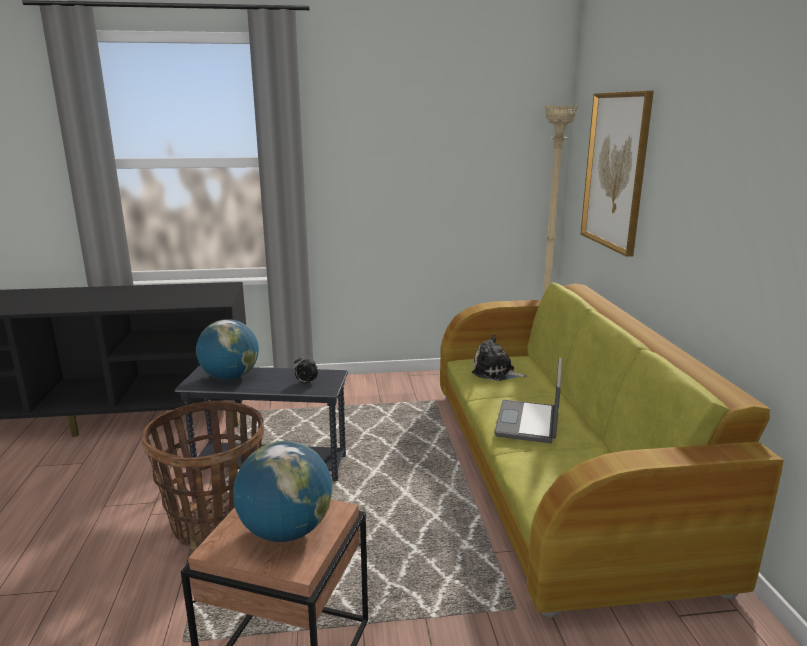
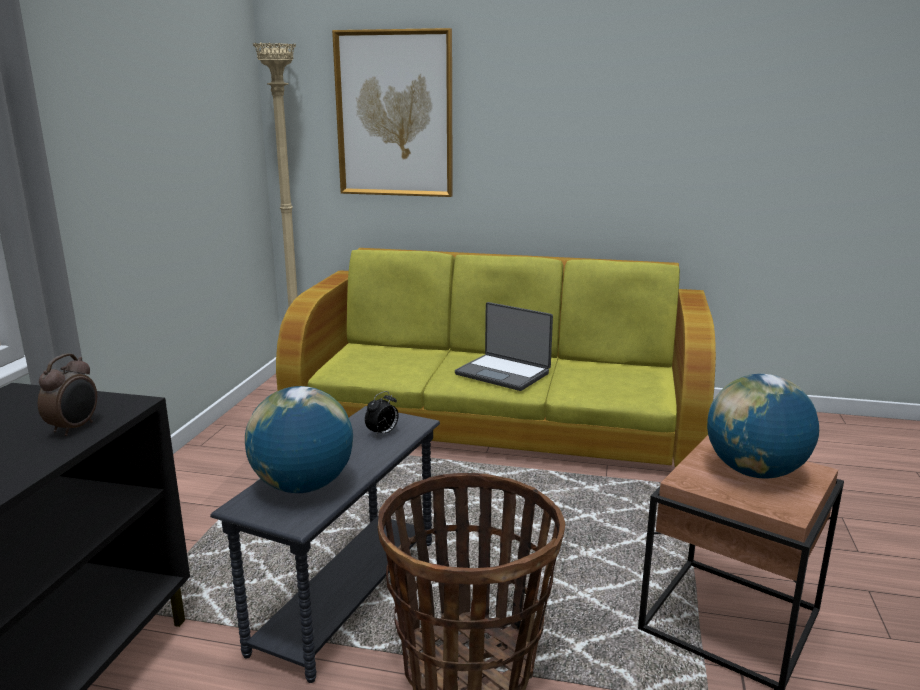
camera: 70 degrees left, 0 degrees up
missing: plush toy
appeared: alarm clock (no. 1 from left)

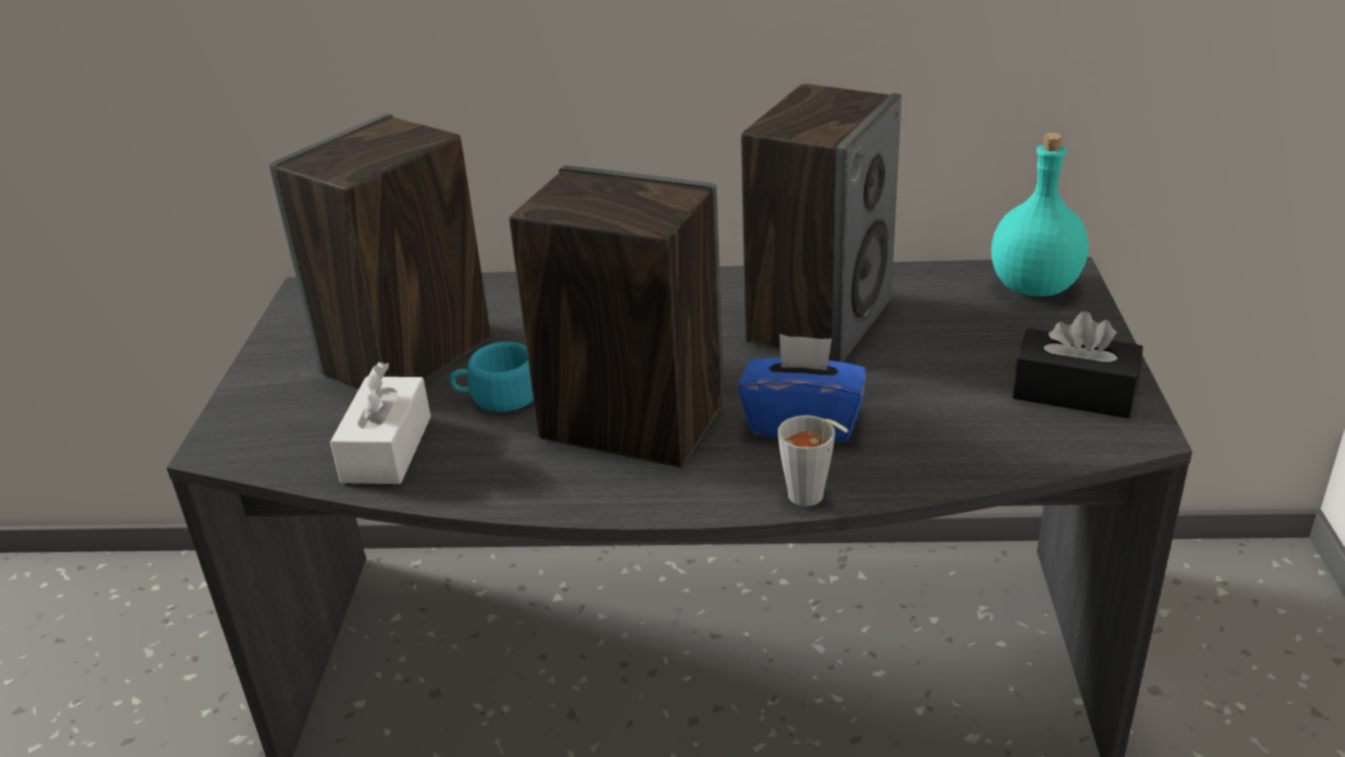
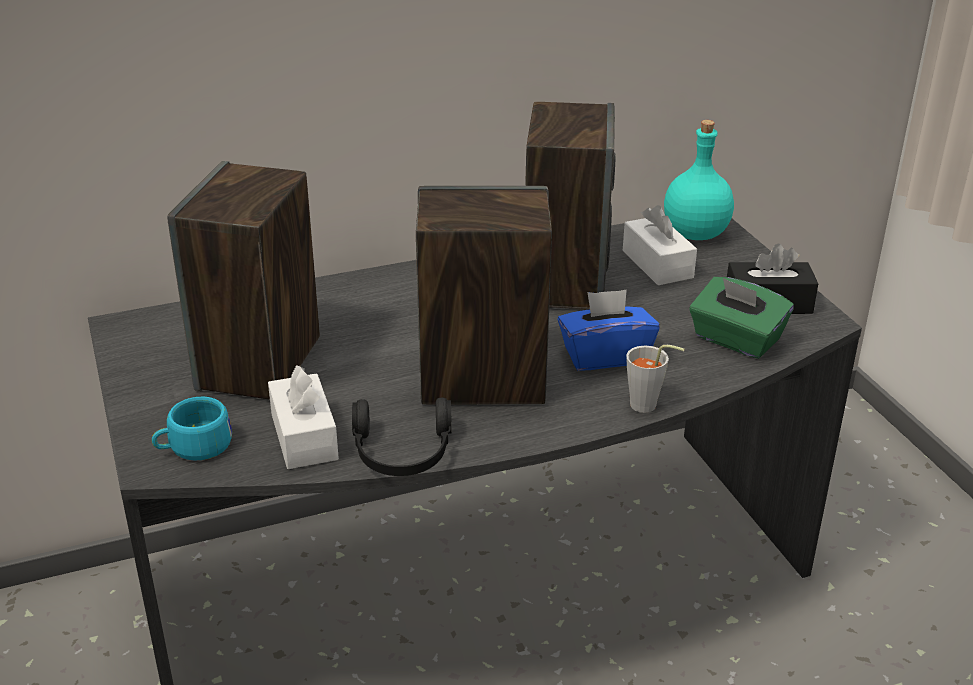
camera: 25 degrees left, 0 degrees up
appeared: headphones/black; tissue box/white (no. 2 from left); tissue box/green
relocated: cup/turquoise

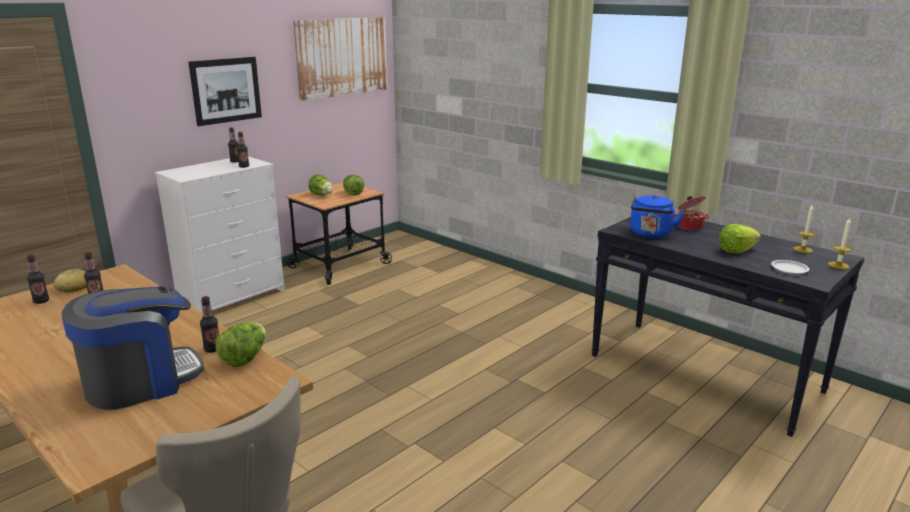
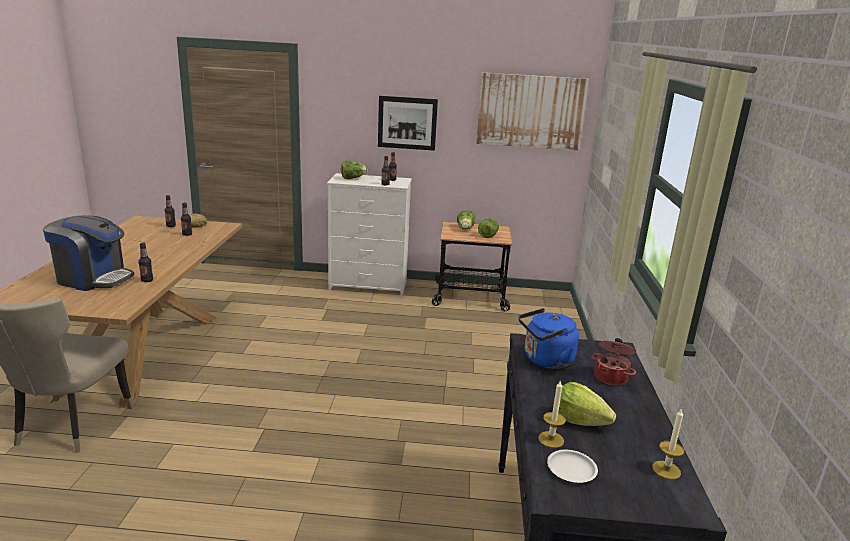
camera: 50 degrees right, 0 degrees up
relocated: lettuce (no. 1 from left); candle (no. 2 from left in the first image) to candle (no. 1 from left)

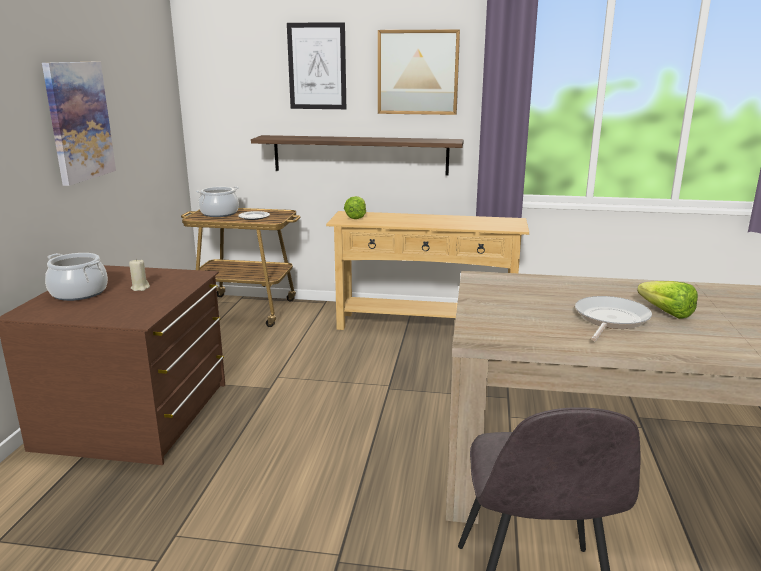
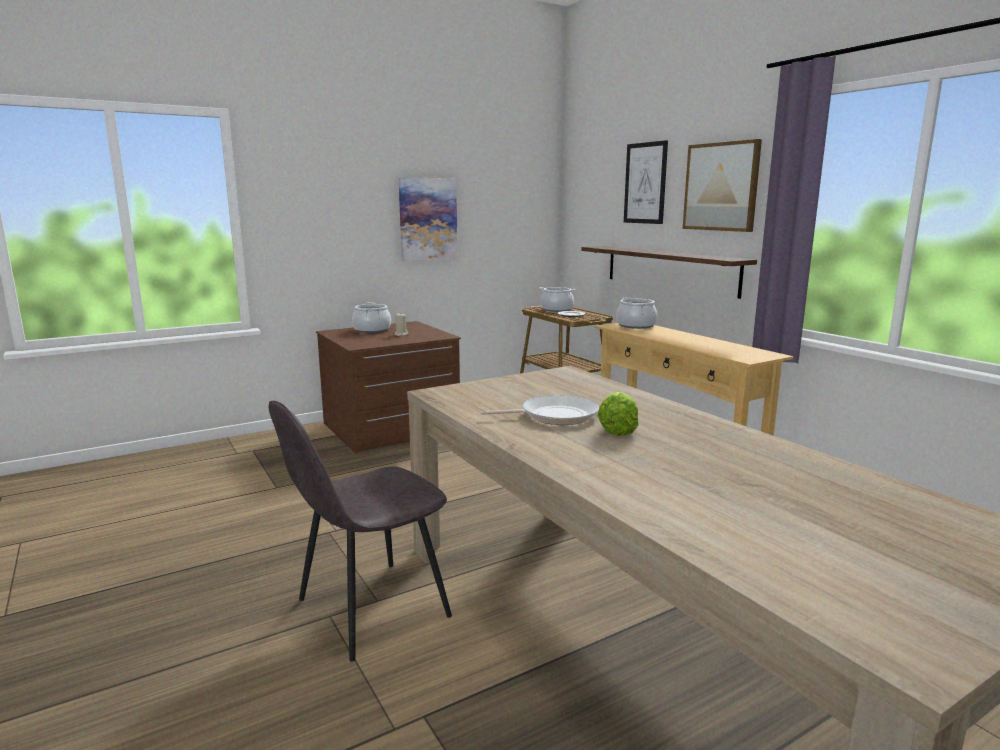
camera: 50 degrees right, 5 degrees down
exchanged: lettuce (no. 1 from left) to cooking pot (no. 3 from left)

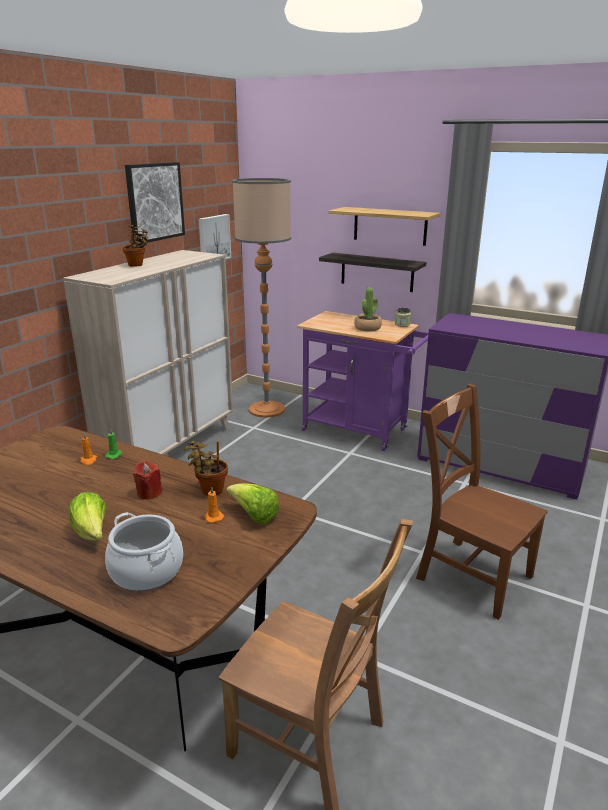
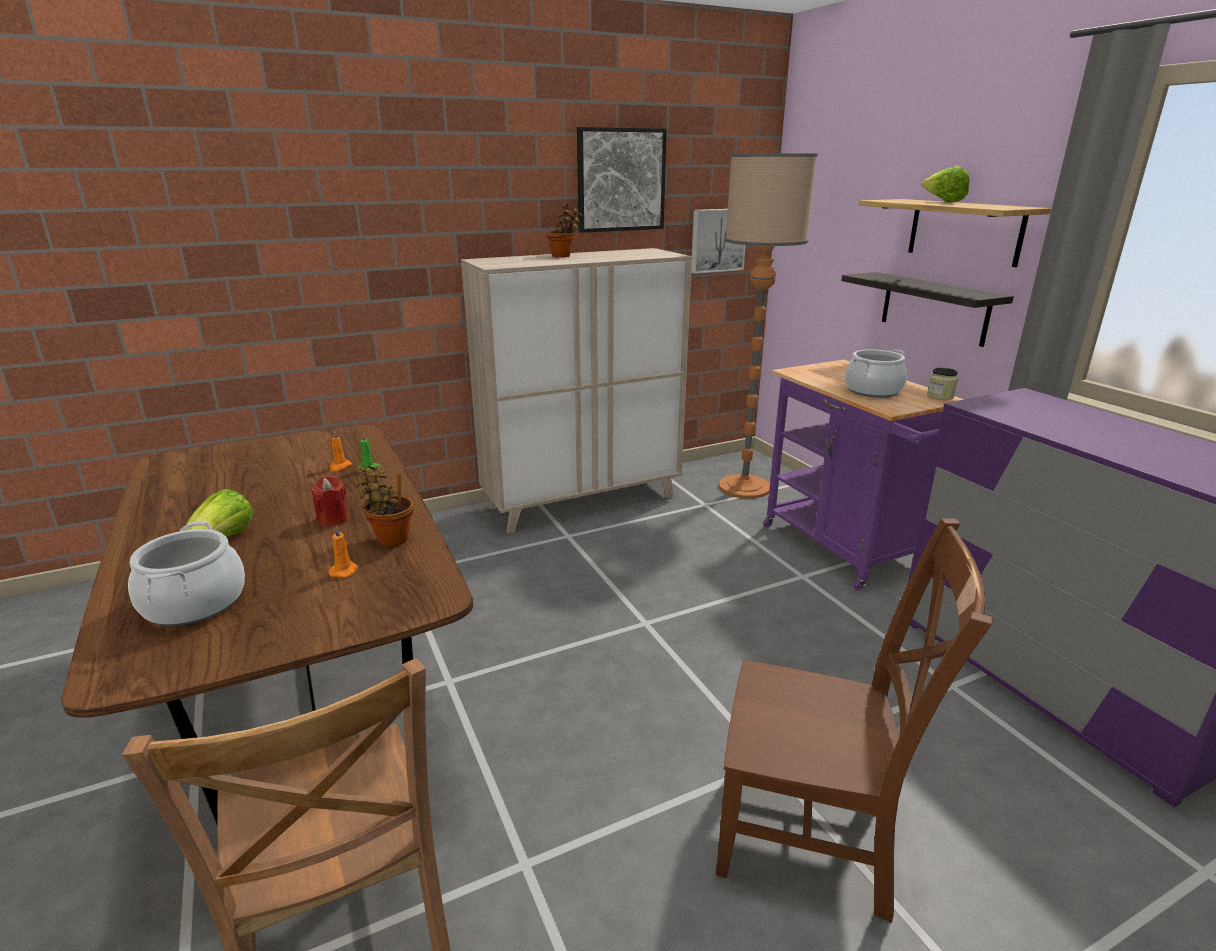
camera: 35 degrees right, 0 degrees up
relocated: lettuce (no. 2 from left)
exchanged: potted plant (no. 3 from left) to cooking pot (no. 2 from left)
spun: chair/brown (no. 2 from left) 120 degrees clockwise

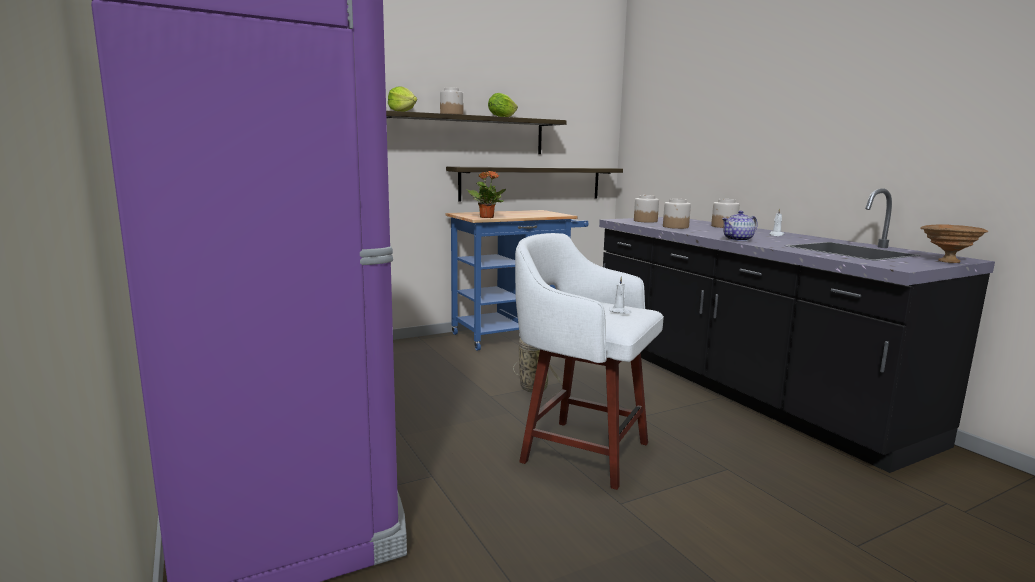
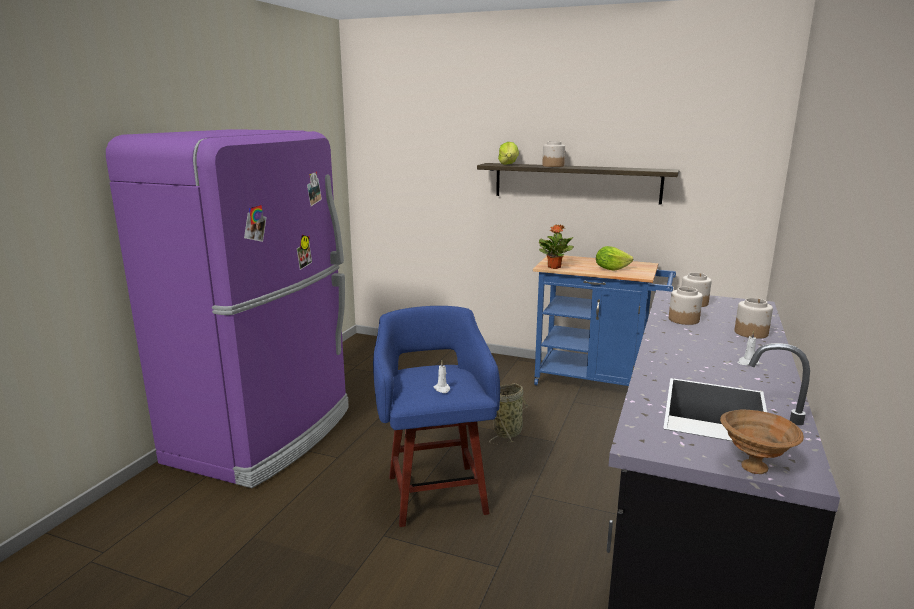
camera: 50 degrees right, 5 degrees up
missing: shelf (no. 2 from left); teapot
relocated: lettuce (no. 2 from left)
colour: stool/white to stool/blue

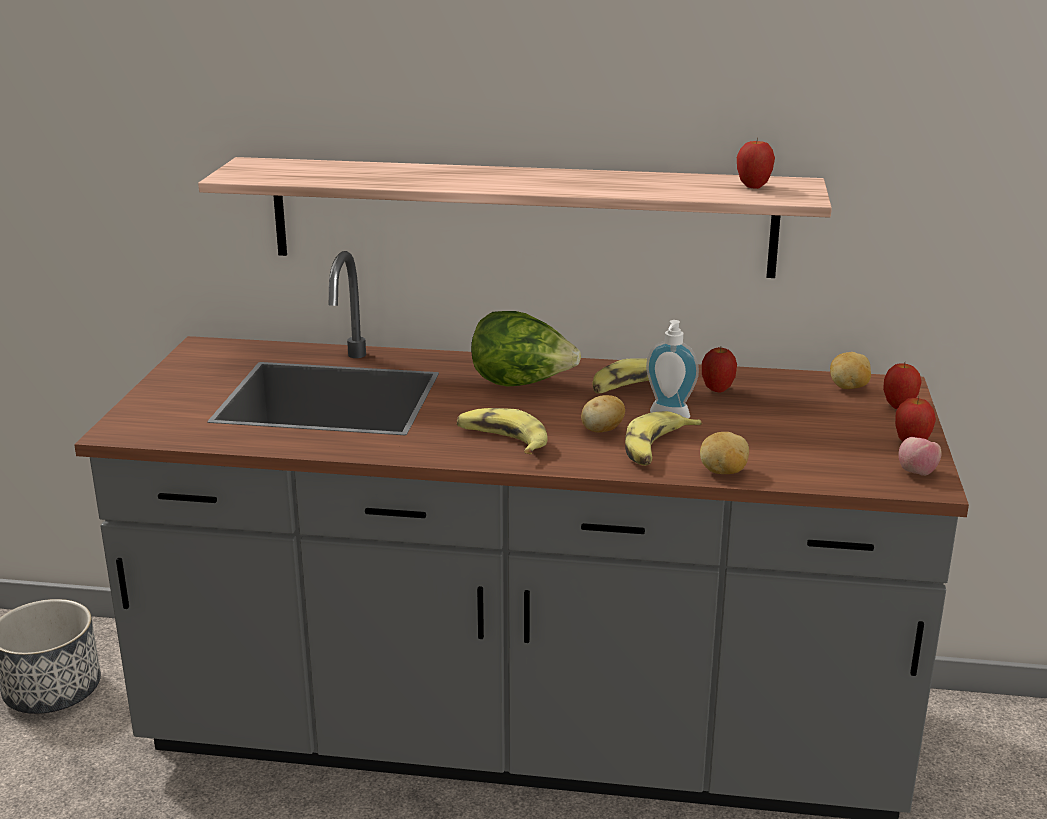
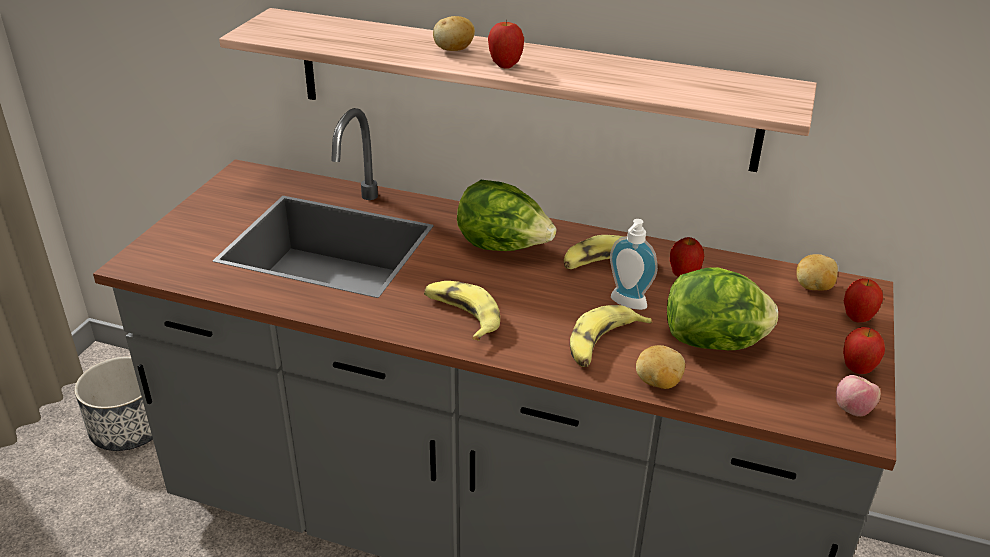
camera: 10 degrees right, 10 degrees up
appeared: lettuce (no. 2 from left)
relocated: potato (no. 1 from left); apple (no. 2 from left in the first image) to apple (no. 1 from left)

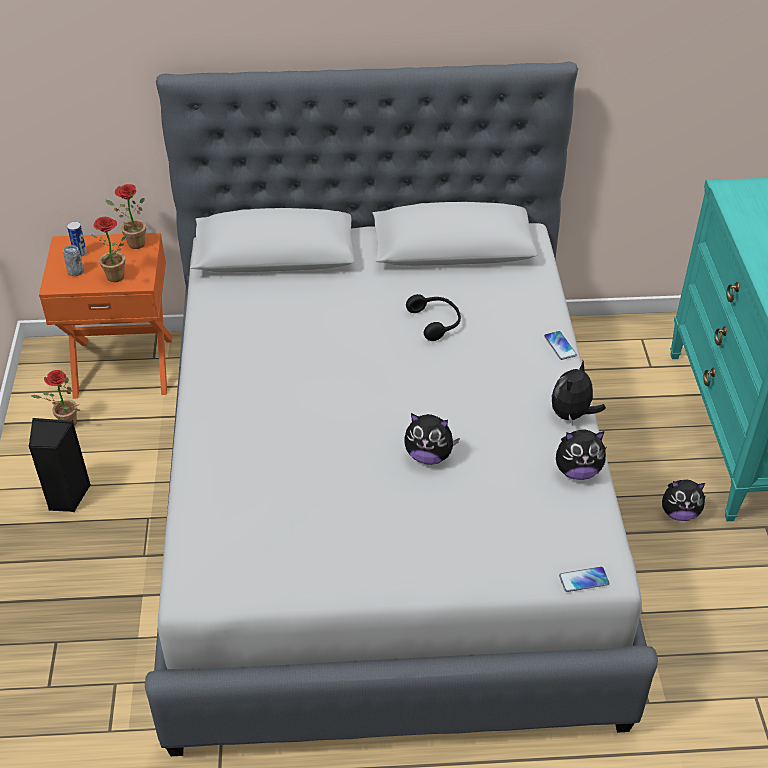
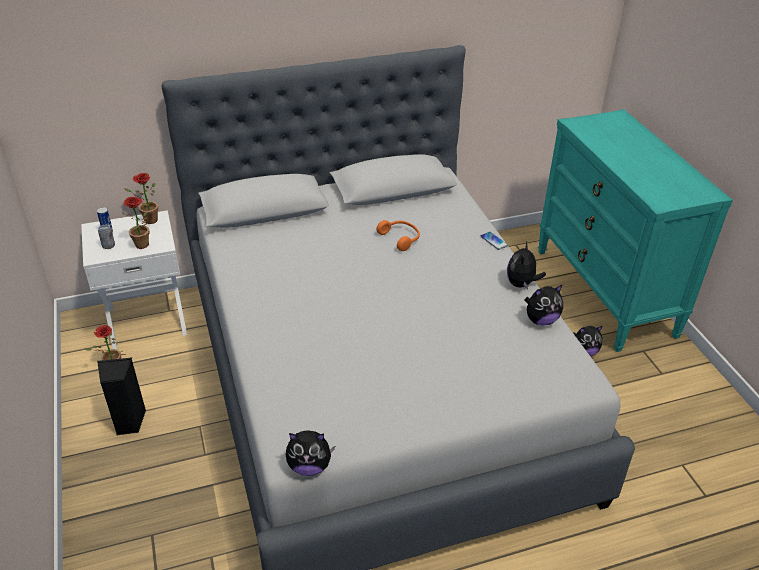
camera: 15 degrees left, 5 degrees down
missing: phone (no. 2 from left)
relocated: plush toy (no. 1 from left)
colour: nightstand/orange to nightstand/white; headphones/black to headphones/orange

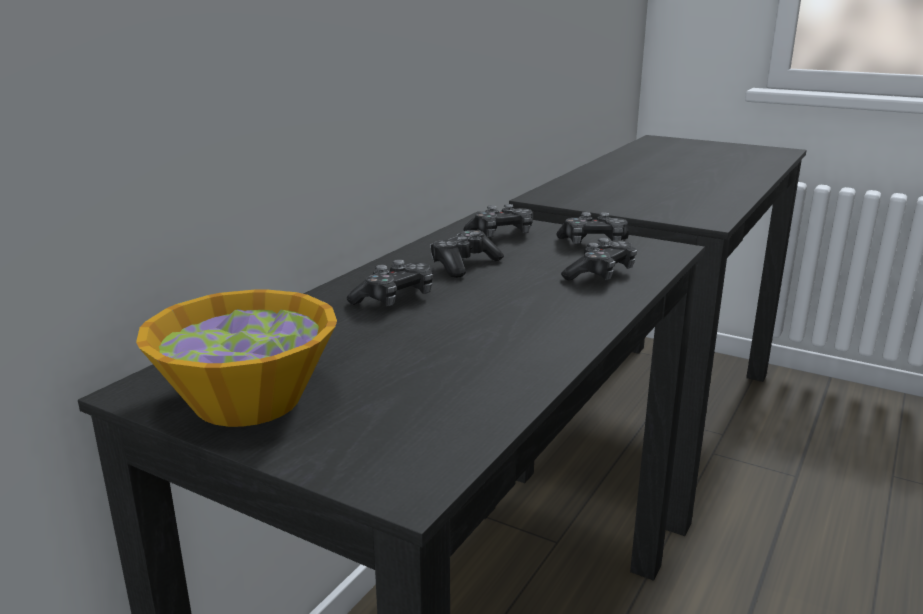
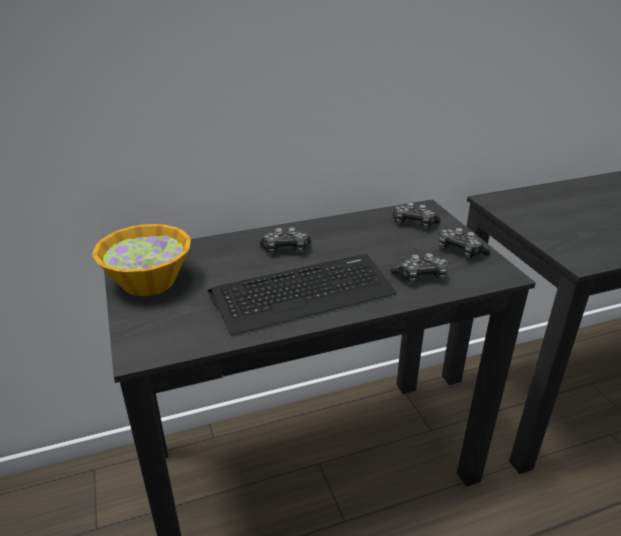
camera: 40 degrees right, 10 degrees up
missing: game controller (no. 2 from left)
appeared: keyboard

